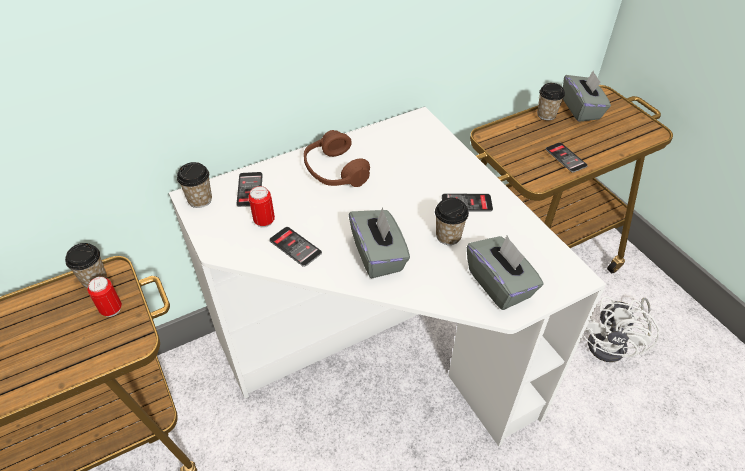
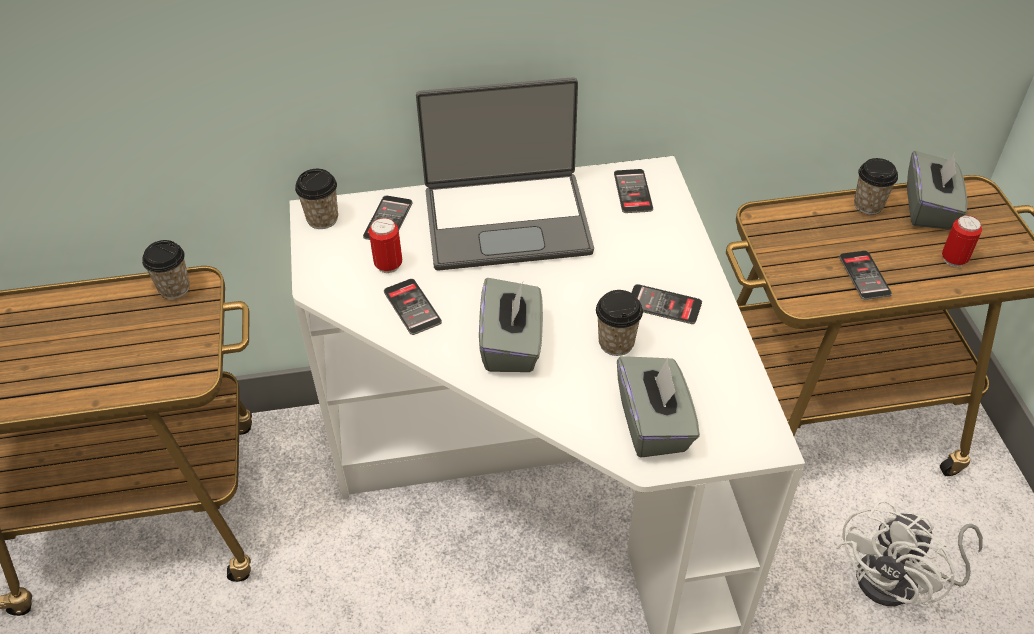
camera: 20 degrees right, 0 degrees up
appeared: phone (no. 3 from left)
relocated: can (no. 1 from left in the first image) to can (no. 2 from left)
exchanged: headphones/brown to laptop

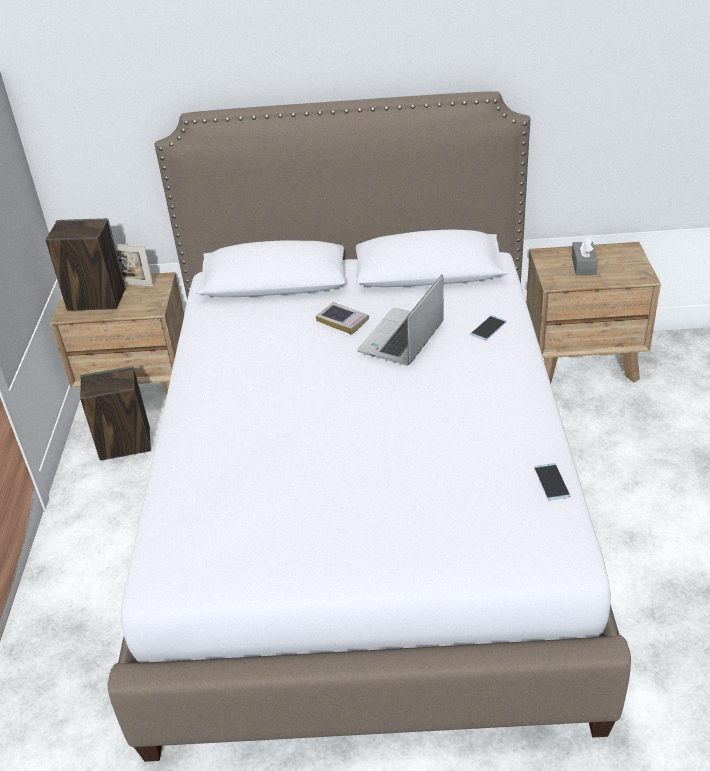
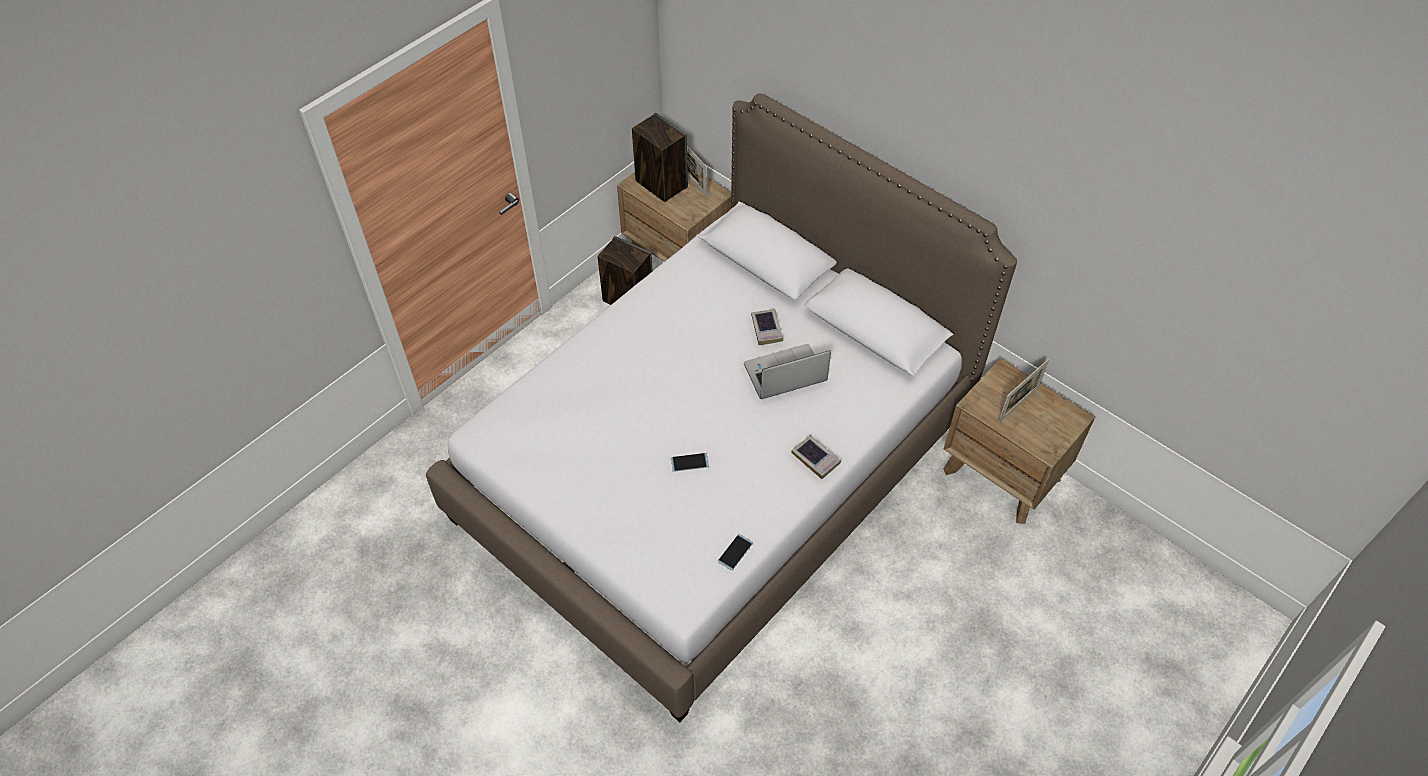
camera: 40 degrees right, 15 degrees up
appeared: book (no. 2 from left)
relocated: phone (no. 1 from left)
exchanged: tissue box/grey to picture frame (no. 2 from left)

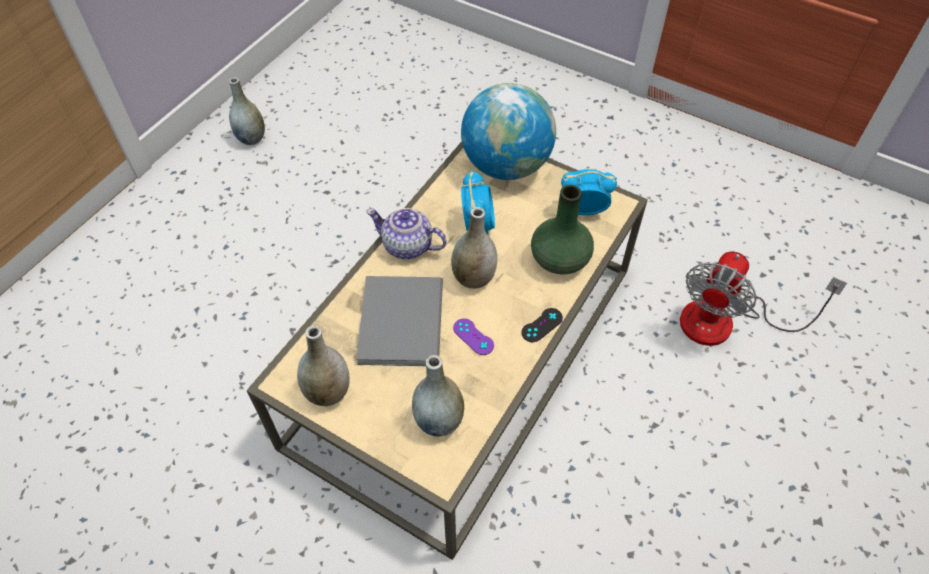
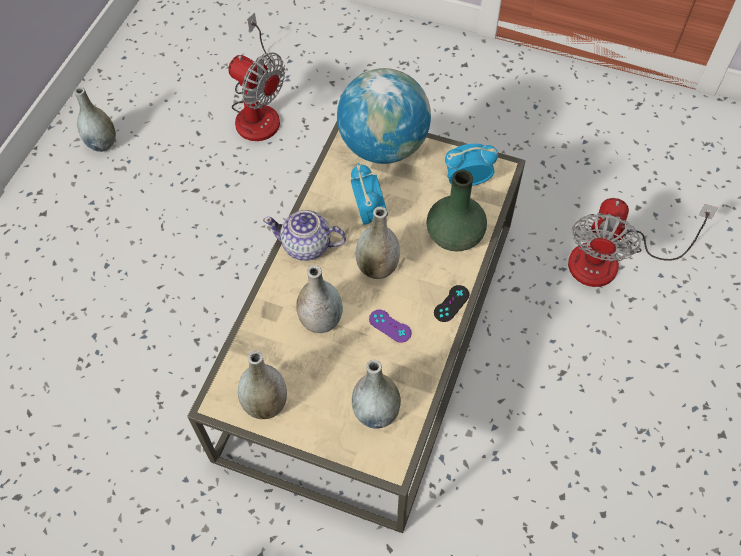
camera: 10 degrees left, 5 degrees up
appeared: fan (no. 1 from left)
exchanged: book/grey to vase/grey (no. 3 from left)

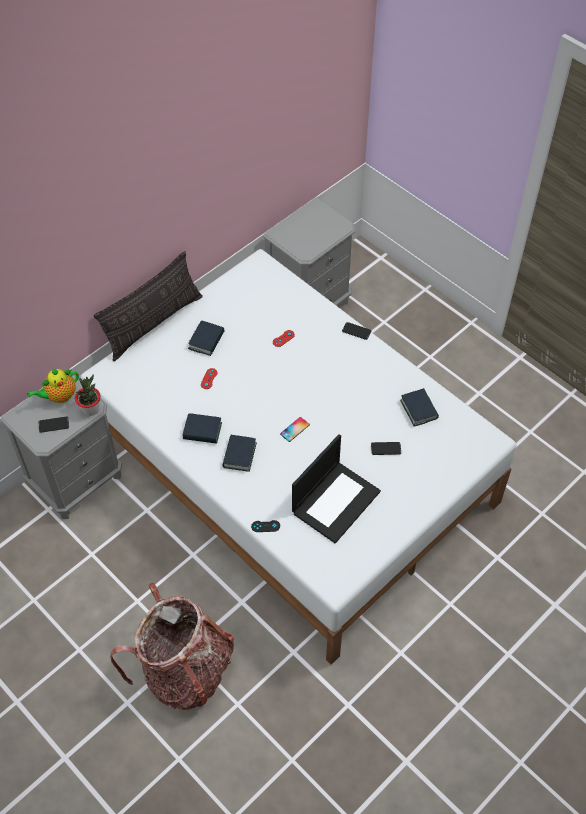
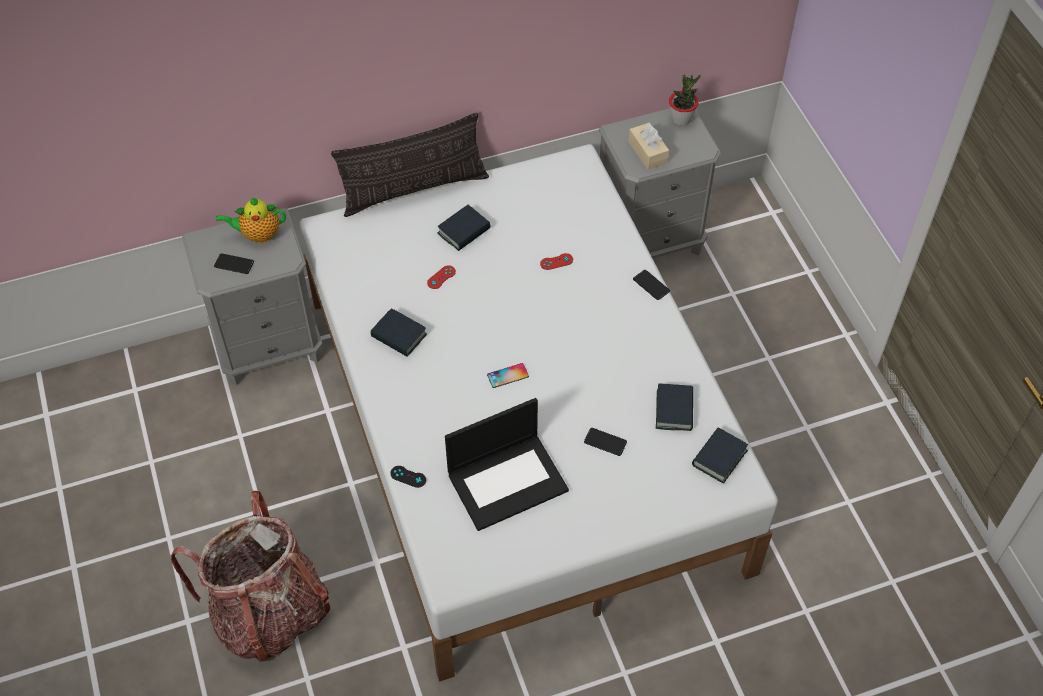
camera: 25 degrees right, 0 degrees up
appeared: tissue box/beige
relocated: potted plant; book (no. 3 from left in the first image) to book (no. 4 from left)

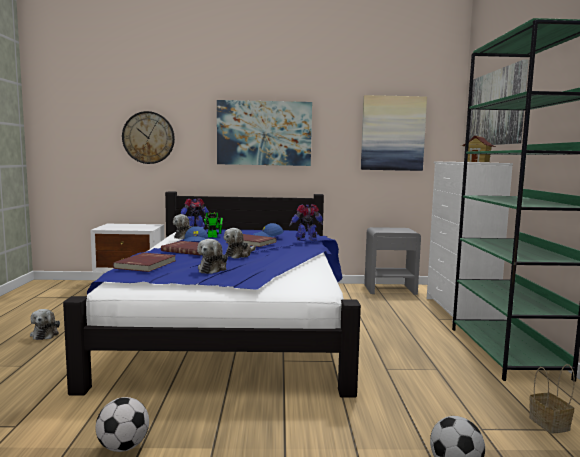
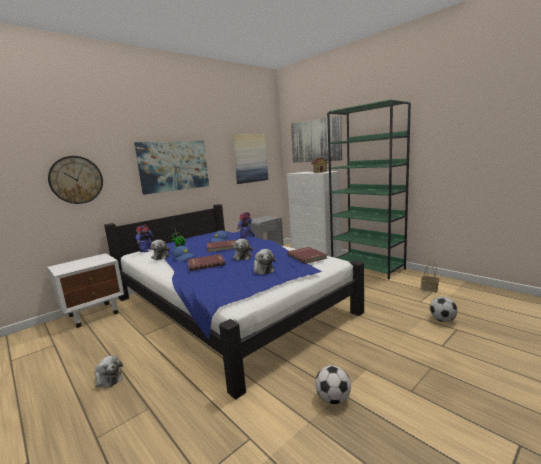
camera: 40 degrees left, 5 degrees up
relocated: book/red (no. 1 from left in the first image) to book/red (no. 3 from left)

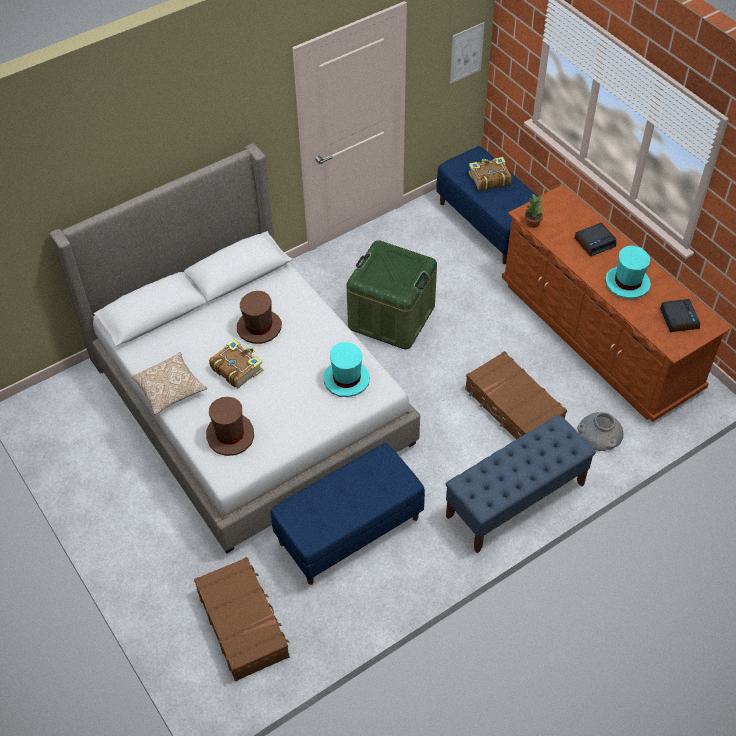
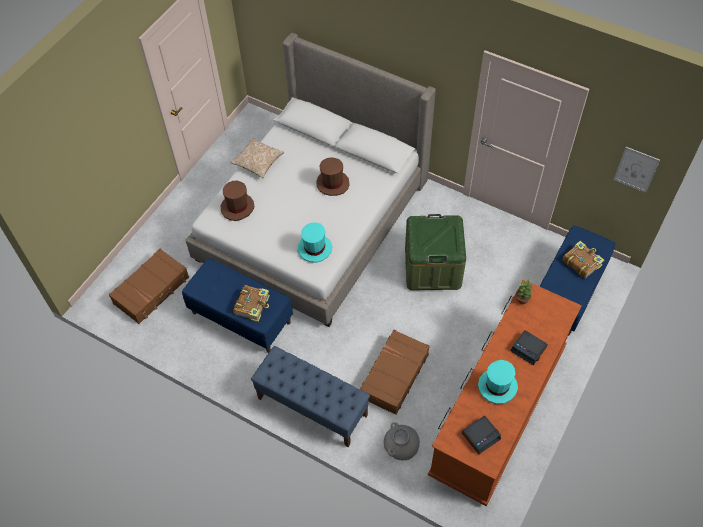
camera: 65 degrees right, 5 degrees up
relocated: book (no. 1 from left)

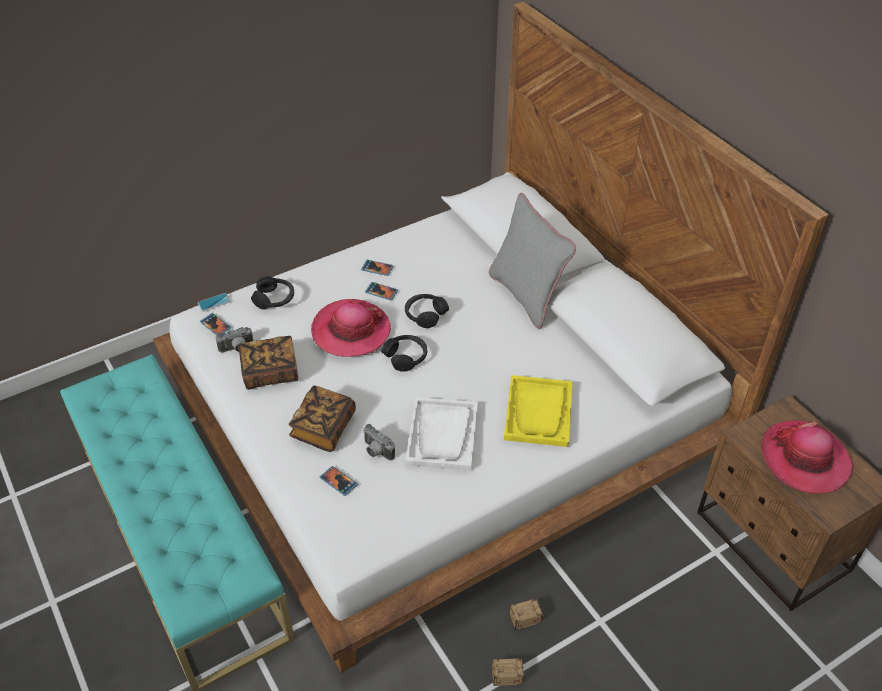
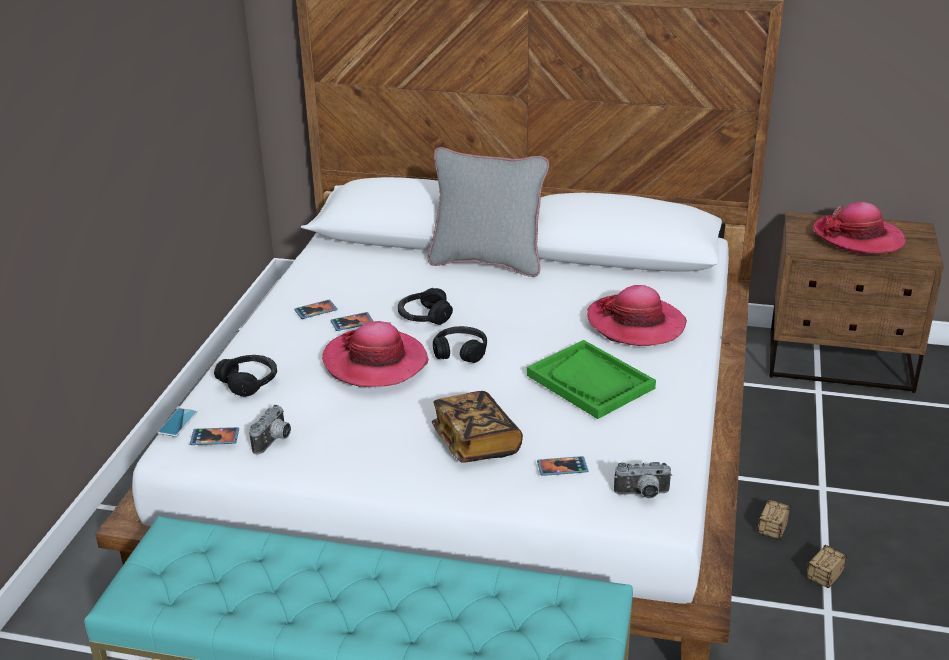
camera: 45 degrees left, 15 degrees down
missing: book (no. 1 from left)
relocated: photo camera (no. 2 from left)
exchanged: tray/yellow to hat (no. 2 from left)
colour: tray/white to tray/green

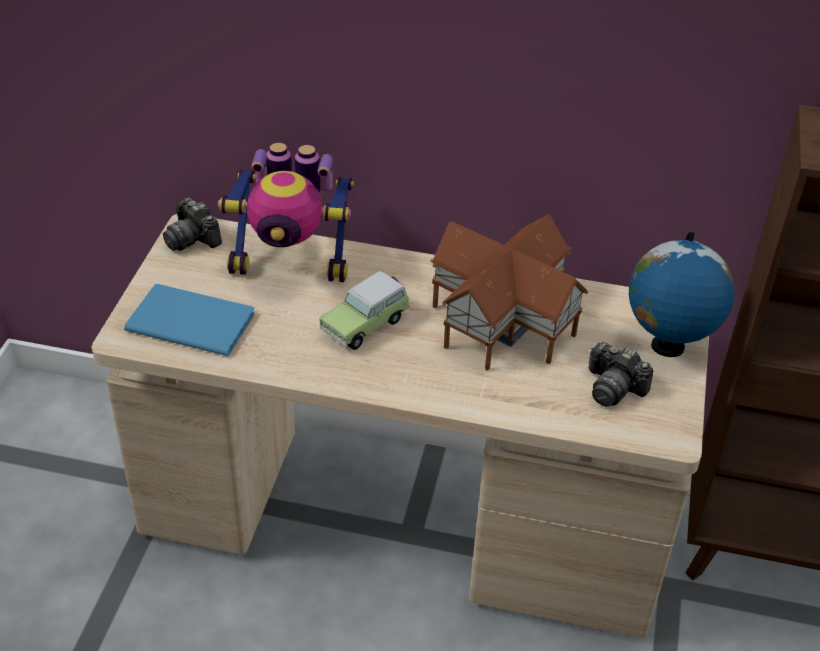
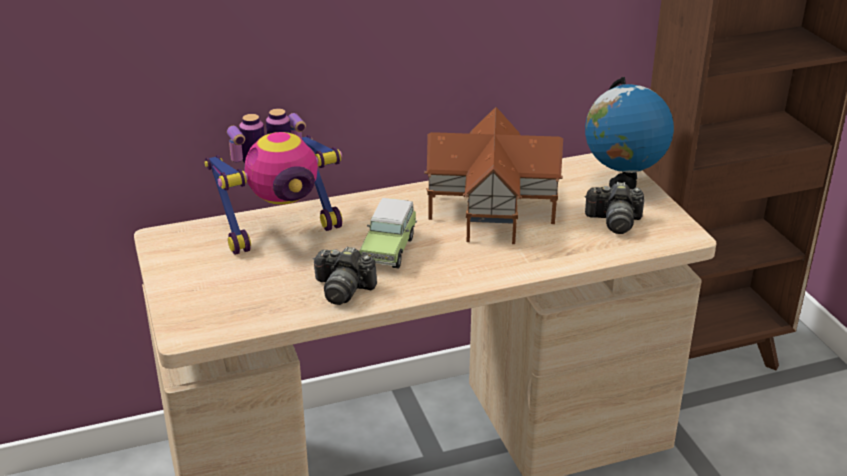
camera: 30 degrees left, 10 degrees down
missing: book/blue
relocated: photo camera (no. 1 from left)

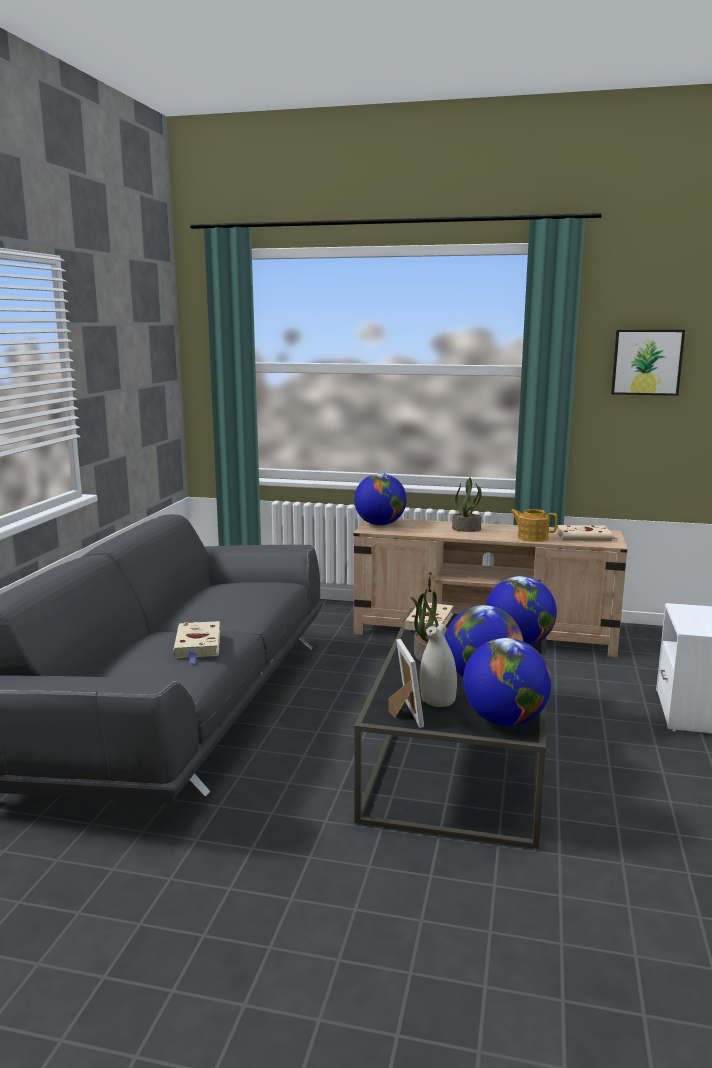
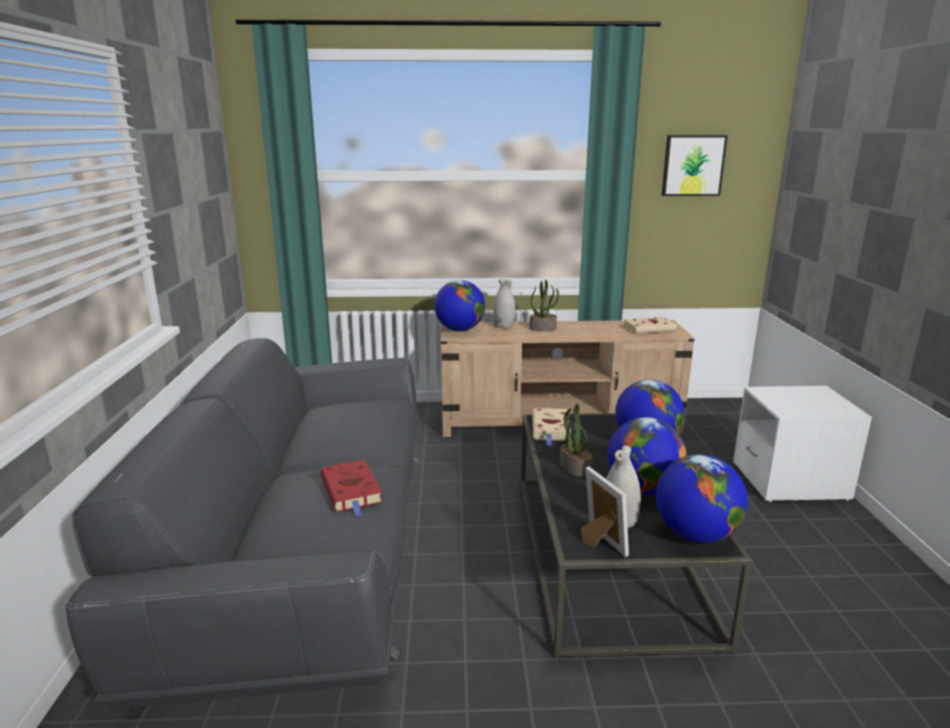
camera: 15 degrees left, 5 degrees up
missing: teapot
appeared: vase/white (no. 1 from left)
colour: book/beige (no. 1 from left) to book/red

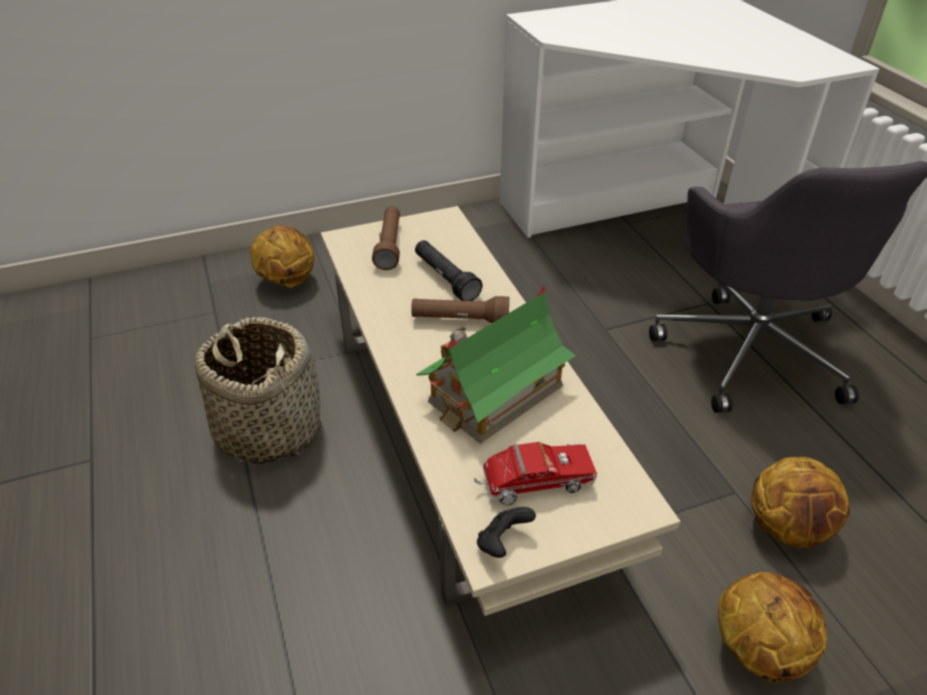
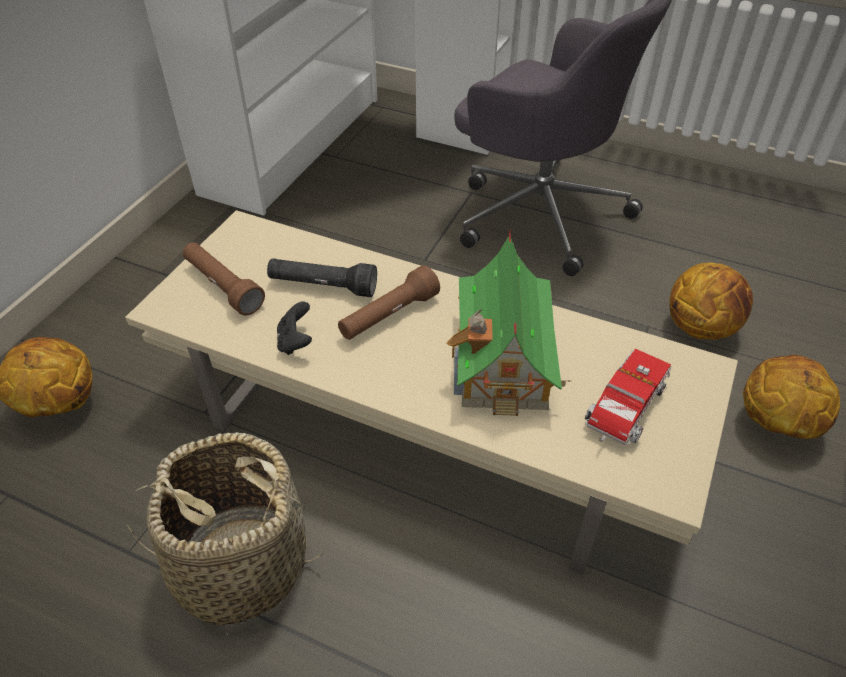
camera: 45 degrees left, 5 degrees up
relocated: game controller/black

